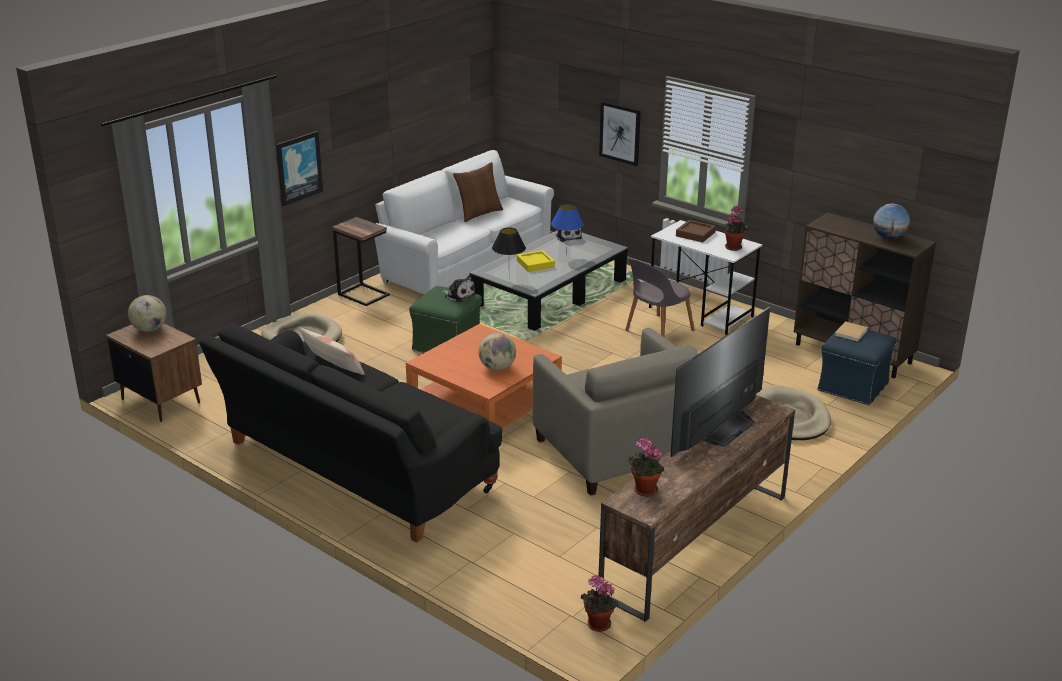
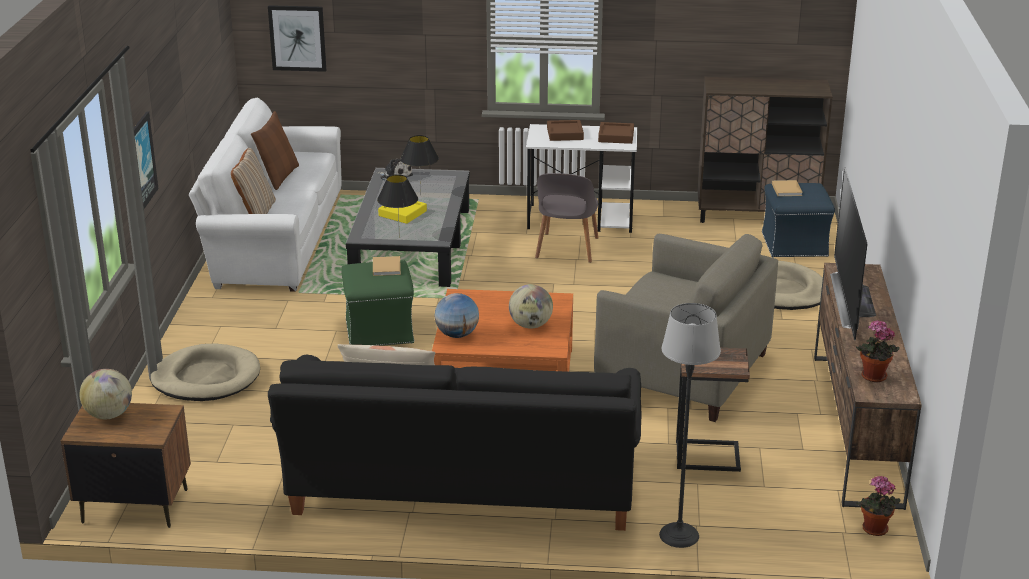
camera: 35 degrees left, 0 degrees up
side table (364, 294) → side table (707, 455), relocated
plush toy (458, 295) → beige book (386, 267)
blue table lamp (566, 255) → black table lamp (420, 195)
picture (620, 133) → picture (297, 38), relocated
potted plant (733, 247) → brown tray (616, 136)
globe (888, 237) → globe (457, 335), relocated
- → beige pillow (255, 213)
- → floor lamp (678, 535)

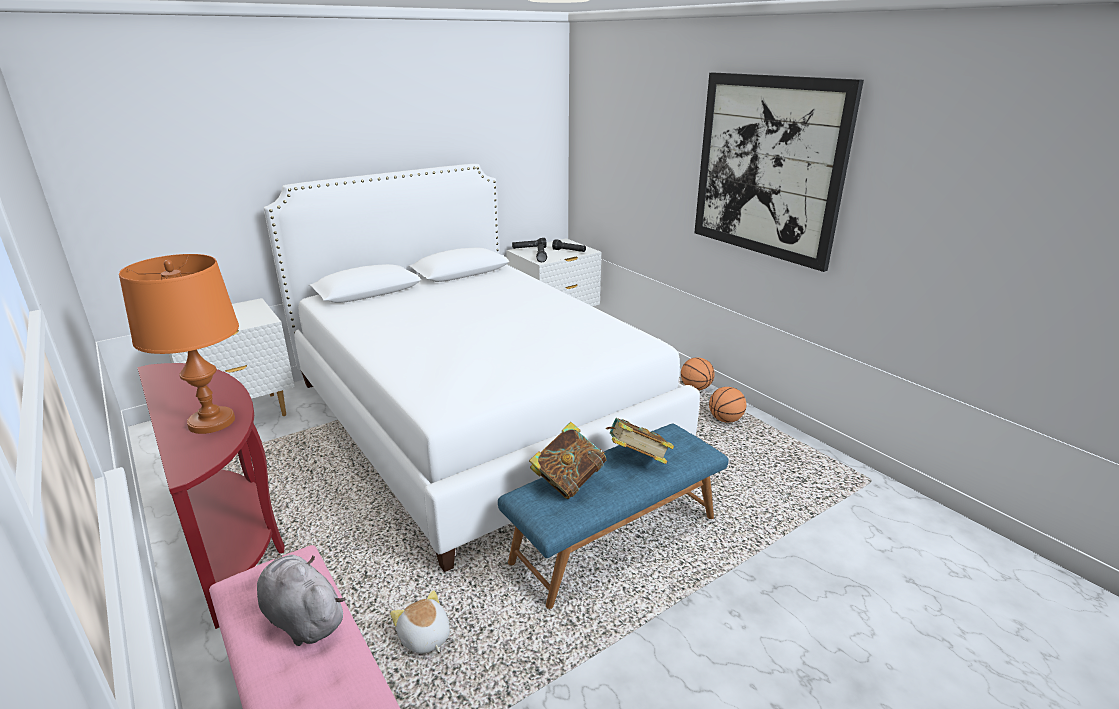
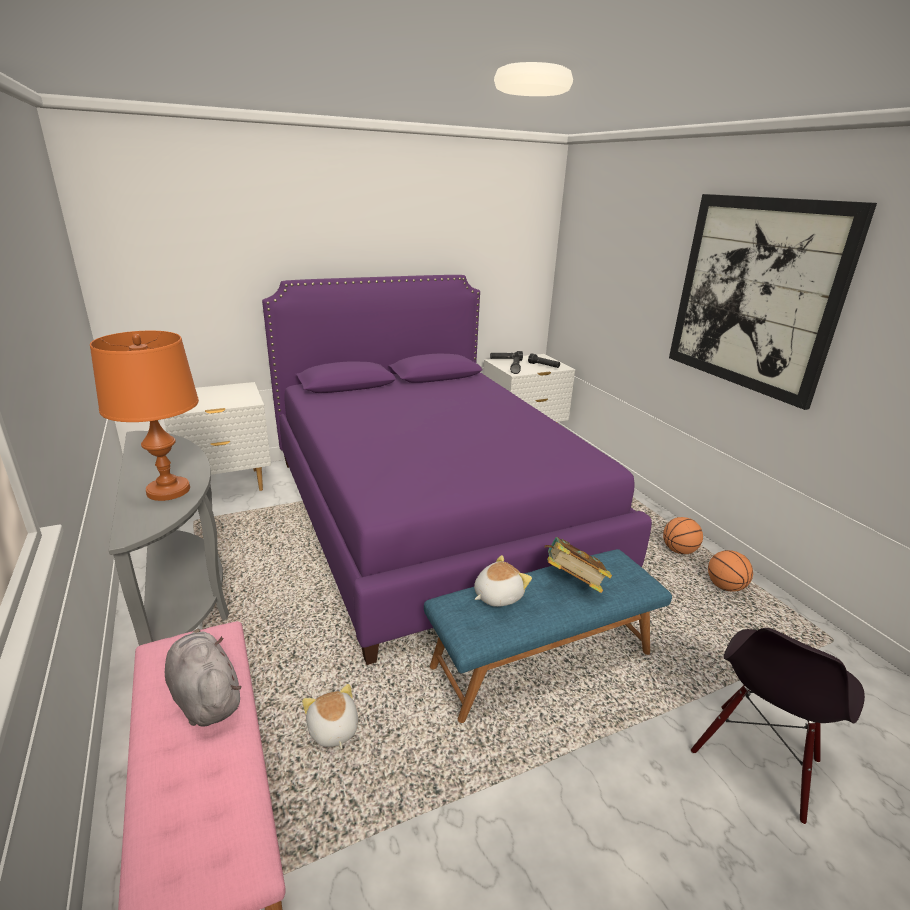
camera: 10 degrees right, 0 degrees up
red console table (231, 540) → grey console table (185, 600)
white bed (477, 417) → purple bed (432, 514)
book (568, 481) → plush toy (497, 595)
basketball (695, 388) → basketball (725, 587), relocated
- → black chair (756, 759)

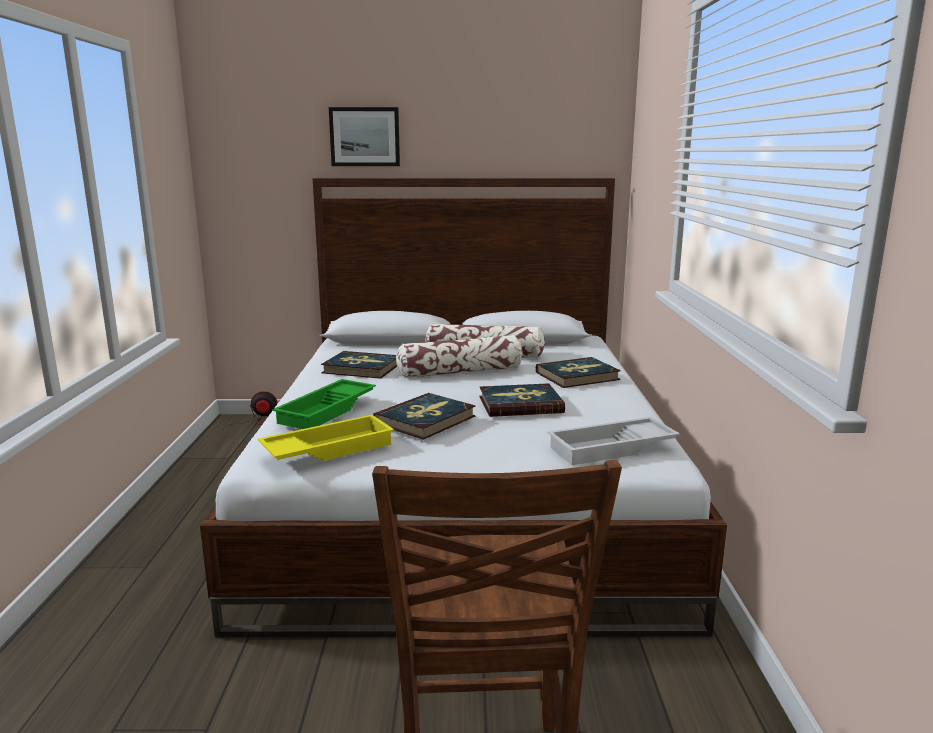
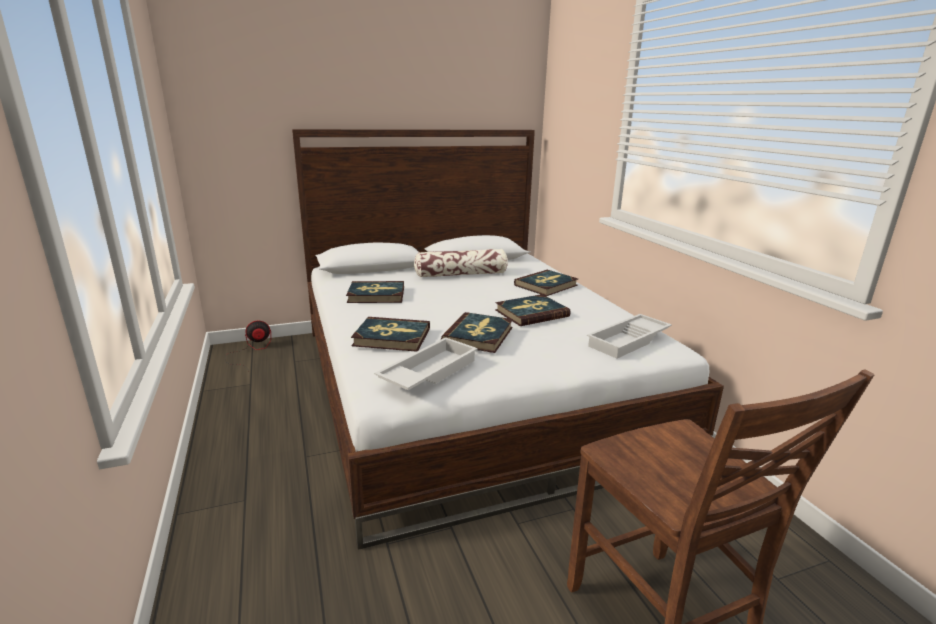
camera: 20 degrees left, 5 degrees up
yellow tray (328, 448) → white tray (428, 372)
green tray (328, 411) → book (392, 337)
picture (365, 137) → -
pillow (460, 372) → -

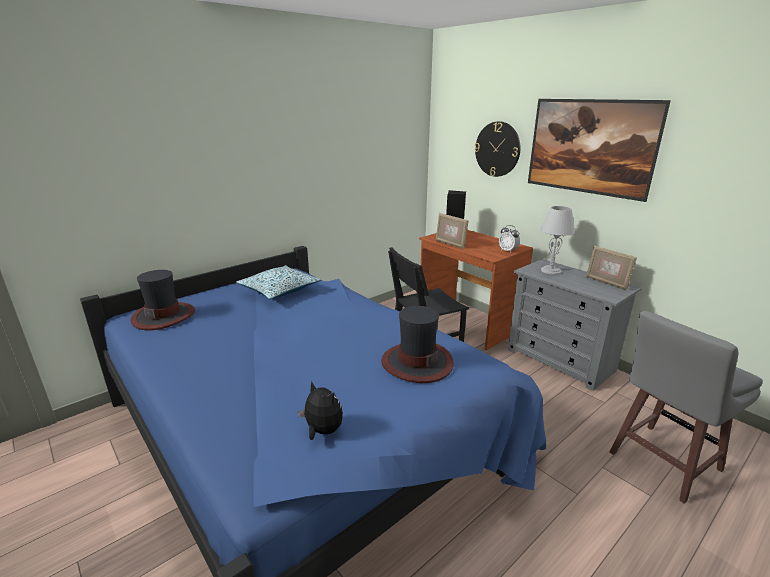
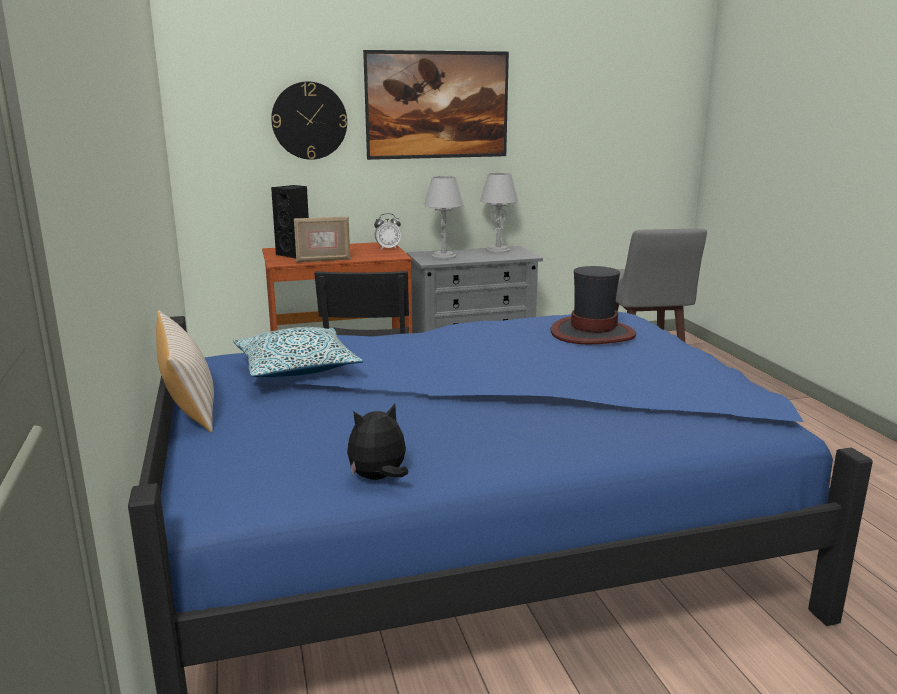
camera: 65 degrees left, 5 degrees down
hat (164, 316) → -
plush toy (322, 431) → plush toy (379, 478), relocated
picture frame (606, 283) → grey table lamp (498, 250)
- → beige pillow (188, 402)

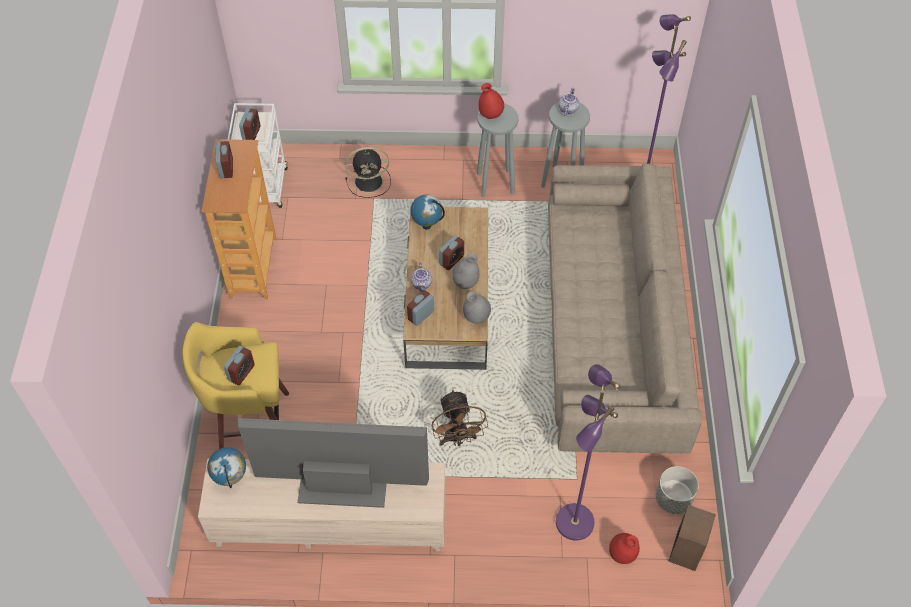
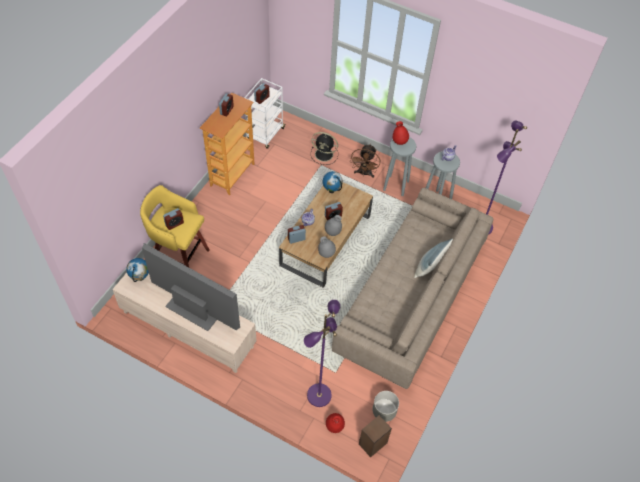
camera: 25 degrees right, 0 degrees up
brown fan (457, 438) → brown fan (364, 173), relocated
- → pillow (429, 268)

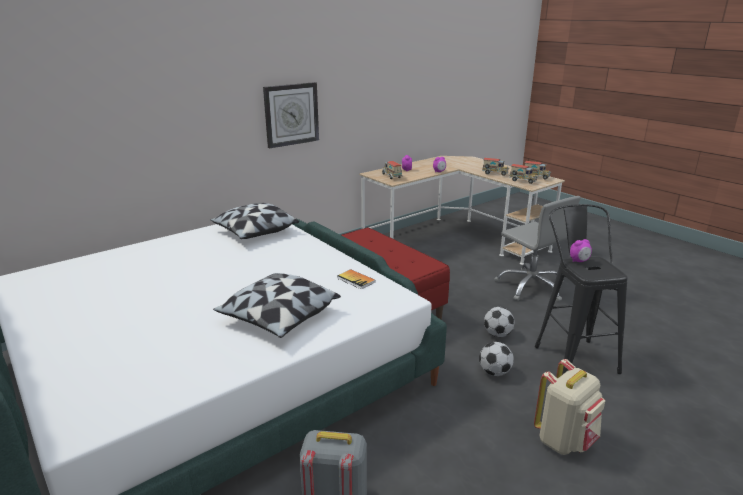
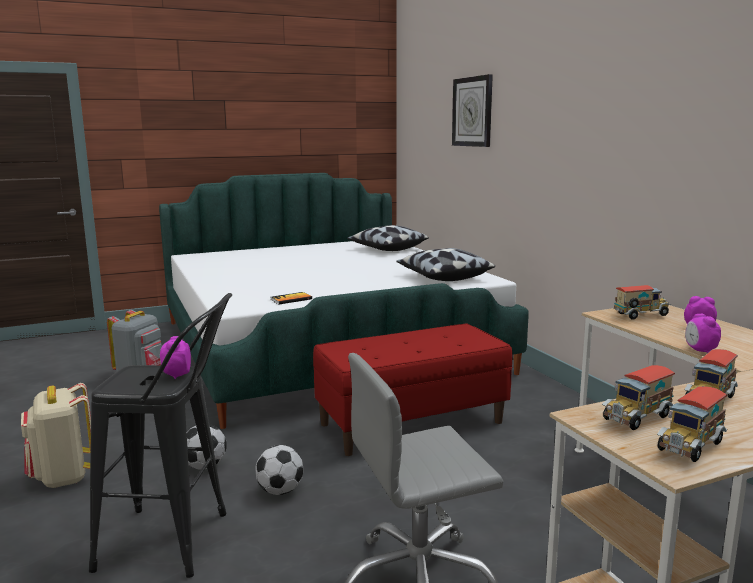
camera: 105 degrees right, 10 degrees down
pillow (279, 318) → pillow (387, 249), relocated
wall clock (291, 114) → wall clock (472, 112), relocated

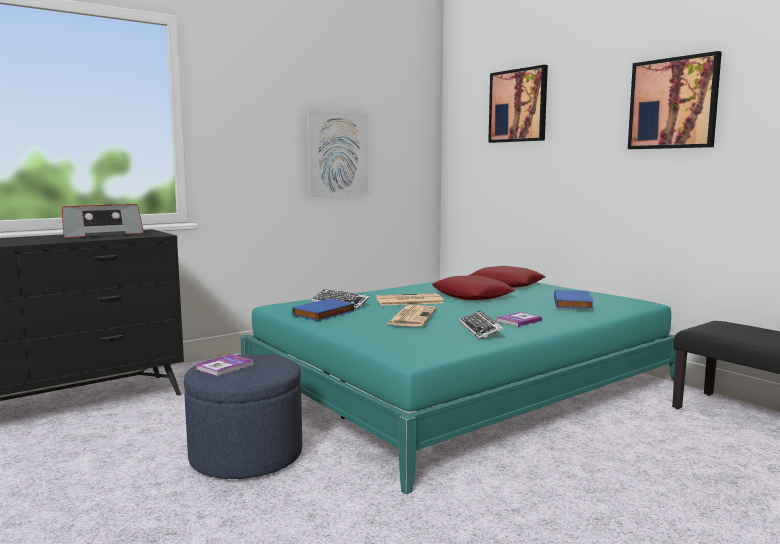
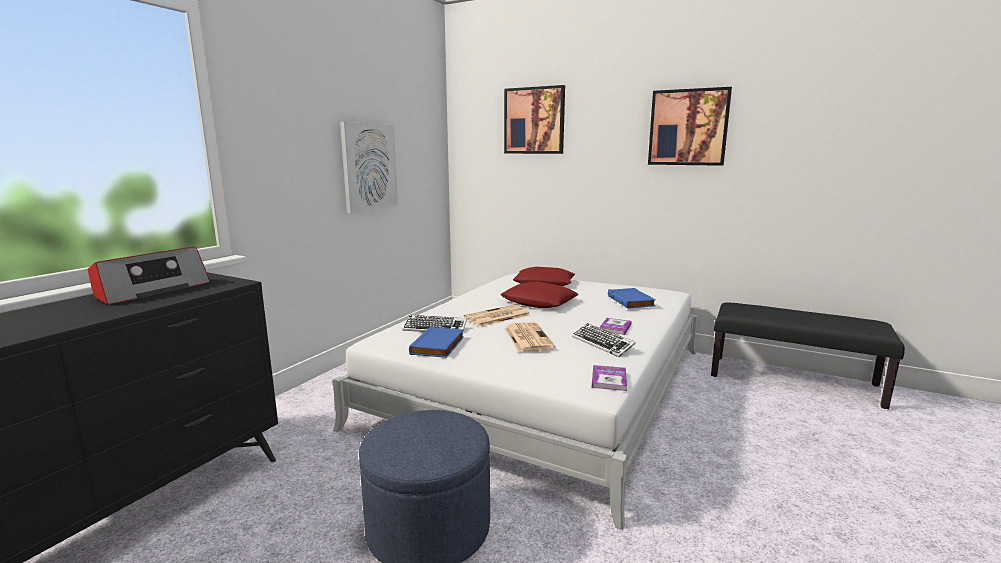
camera: 25 degrees left, 5 degrees up
book (225, 367) → book (609, 379), relocated
turquoise bed (460, 385) → white bed (543, 385)

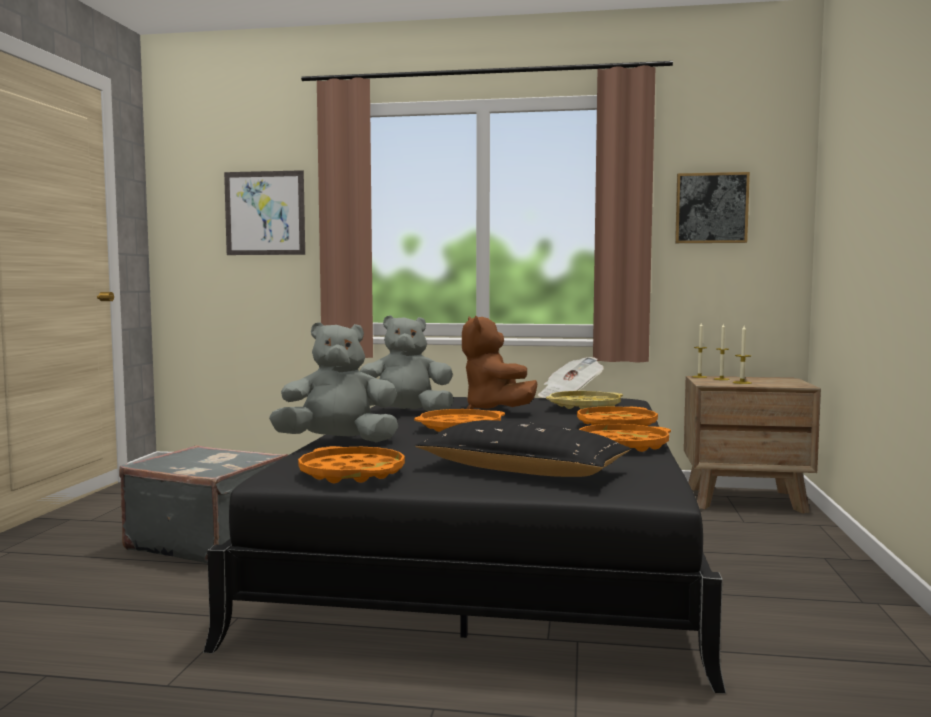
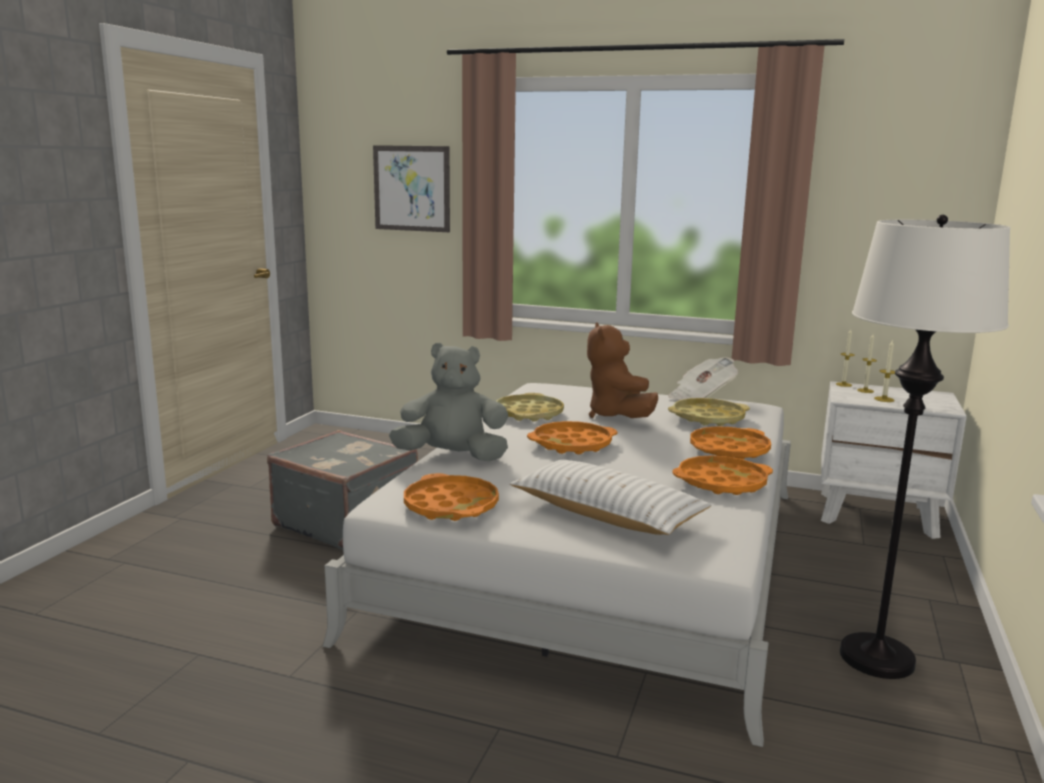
camera: 10 degrees right, 10 degrees up
black bed (493, 550) → white bed (599, 557)
grey plush toy (405, 413) → yellow tray (529, 414)
black pillow (522, 470) → white pillow (607, 515)
picture (711, 208) → -
brown nightstand (745, 499) → white nightstand (878, 514)
- → white floor lamp (876, 658)

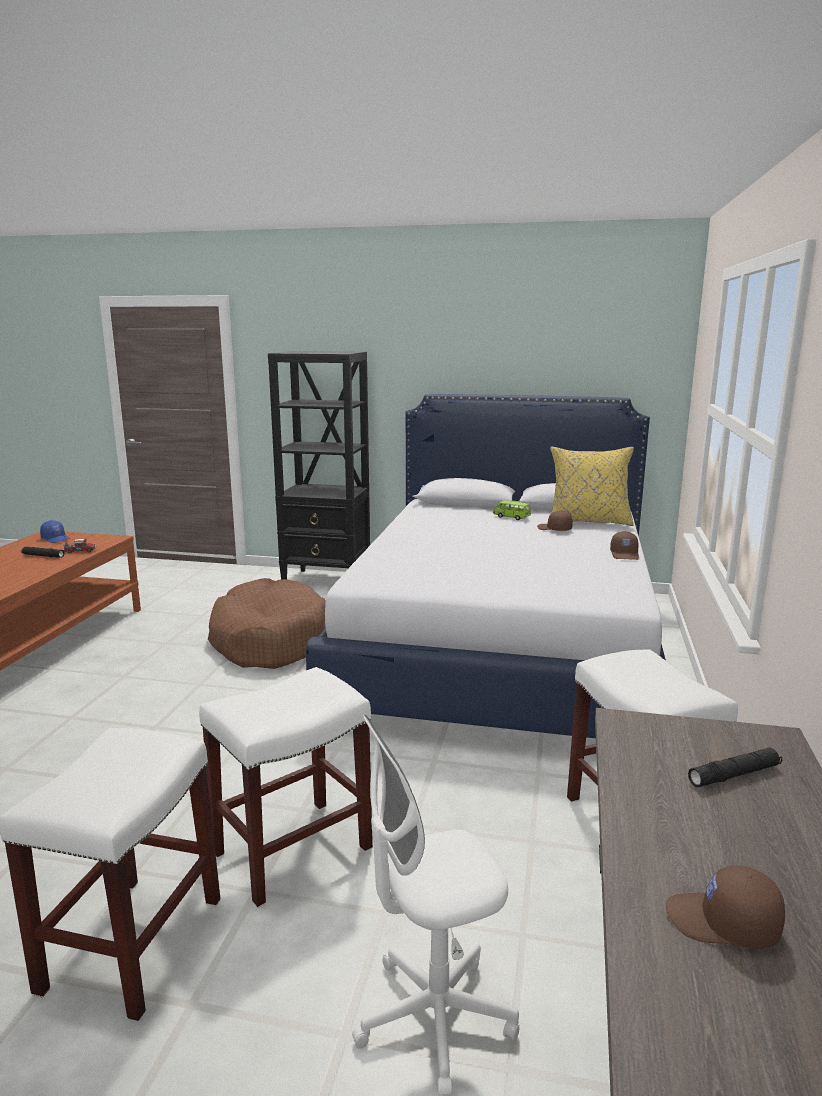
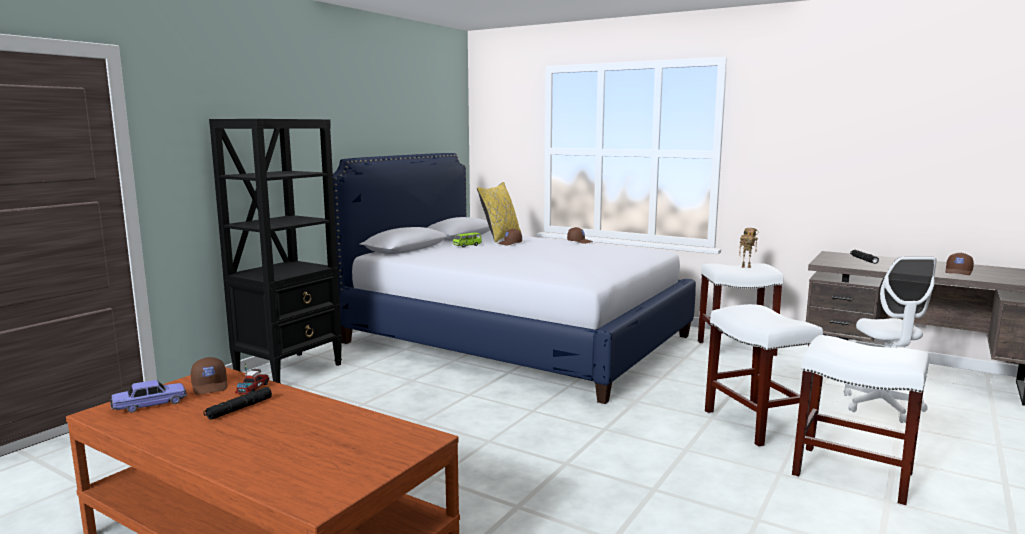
camera: 70 degrees left, 5 degrees down
blue cap (56, 539) → toy car (150, 404)
brown dog bed (269, 640) → -
- → brown cap (210, 386)
- → toy robot (746, 267)

